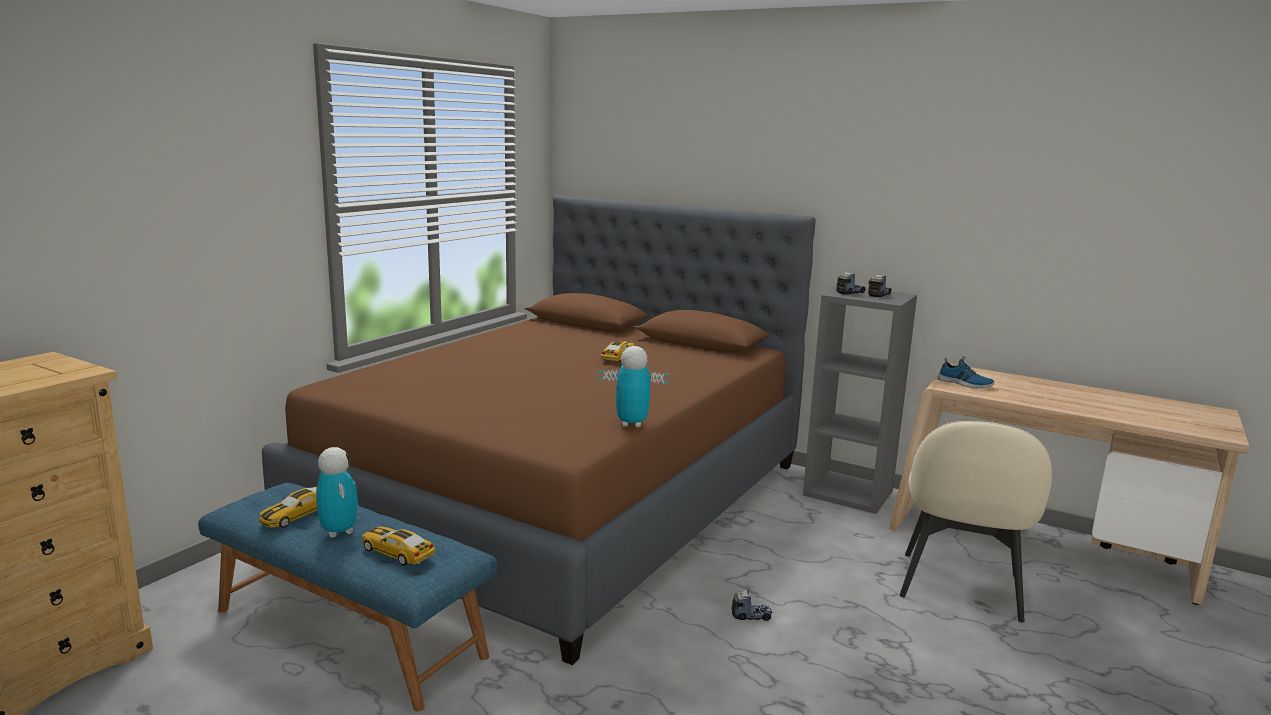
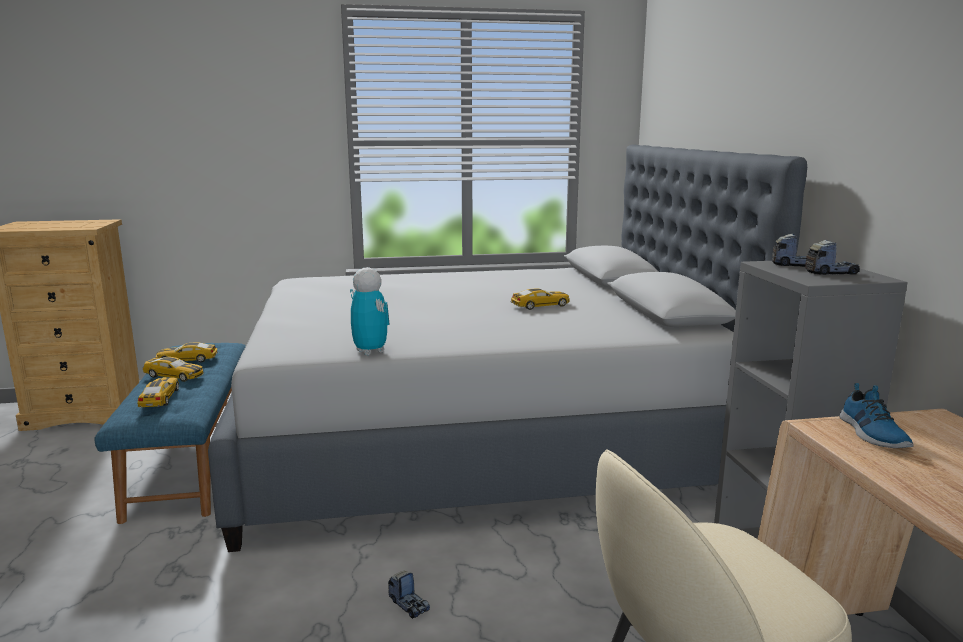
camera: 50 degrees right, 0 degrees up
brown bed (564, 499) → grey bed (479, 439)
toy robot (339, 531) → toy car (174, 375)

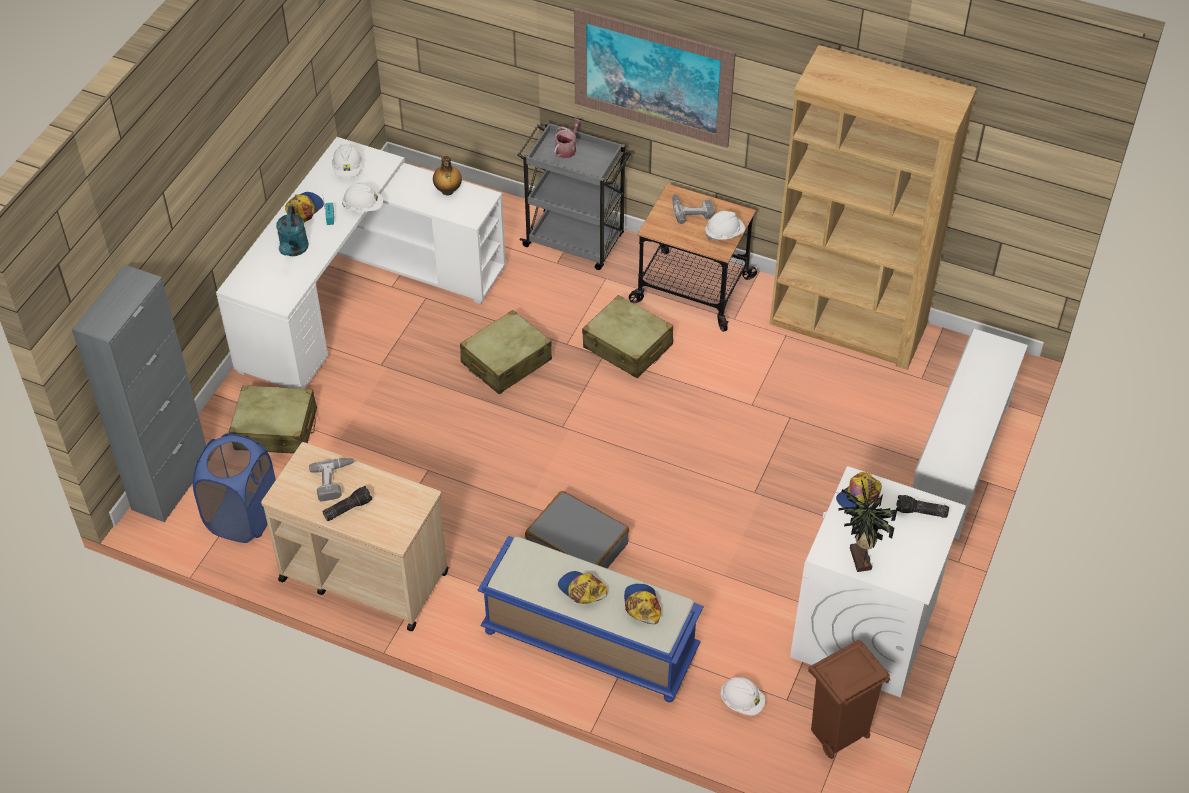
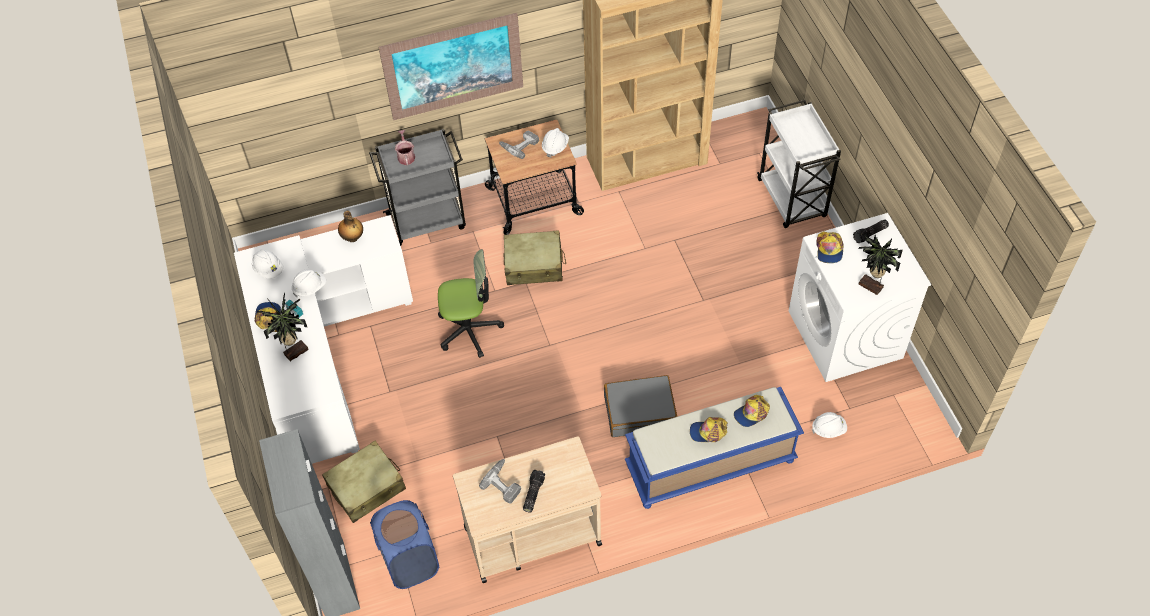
camera: 40 degrees left, 5 degrees up
turquoise watering can (294, 250) → potted plant (295, 351)
beige suitcase (506, 362) → office chair (469, 330)
cap (642, 605) → cap (751, 413), 75 degrees counterclockwise
brown trash can (837, 735) → -
white shoe rack (959, 464) → white cart (792, 200)

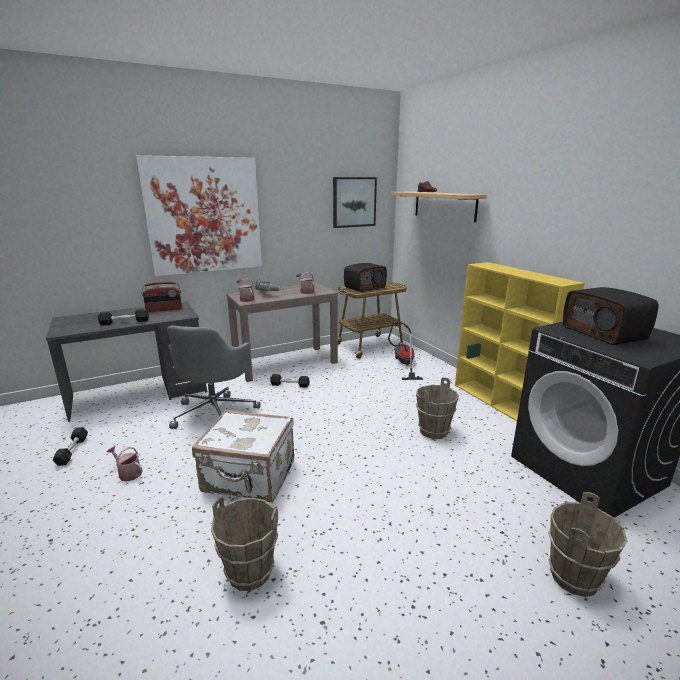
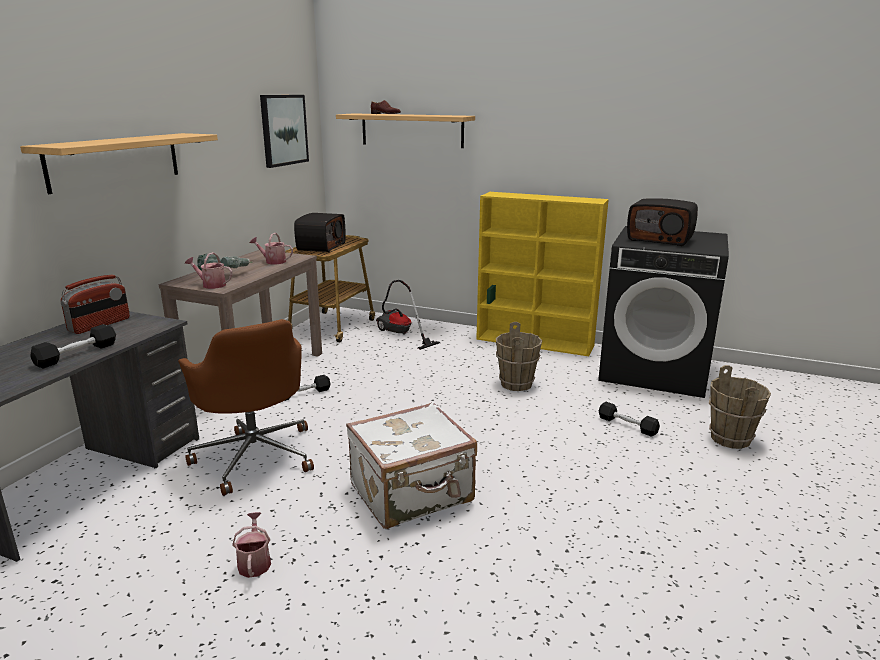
camera: 40 degrees left, 0 degrees up
black dumbbell (72, 451) → black dumbbell (627, 425), relocated
watering can (128, 473) → watering can (254, 562), 90 degrees clockwise
picture (204, 216) → shelf (115, 161)
grey office chair (215, 412) → brown office chair (255, 455)
brown bucket (249, 572) → -

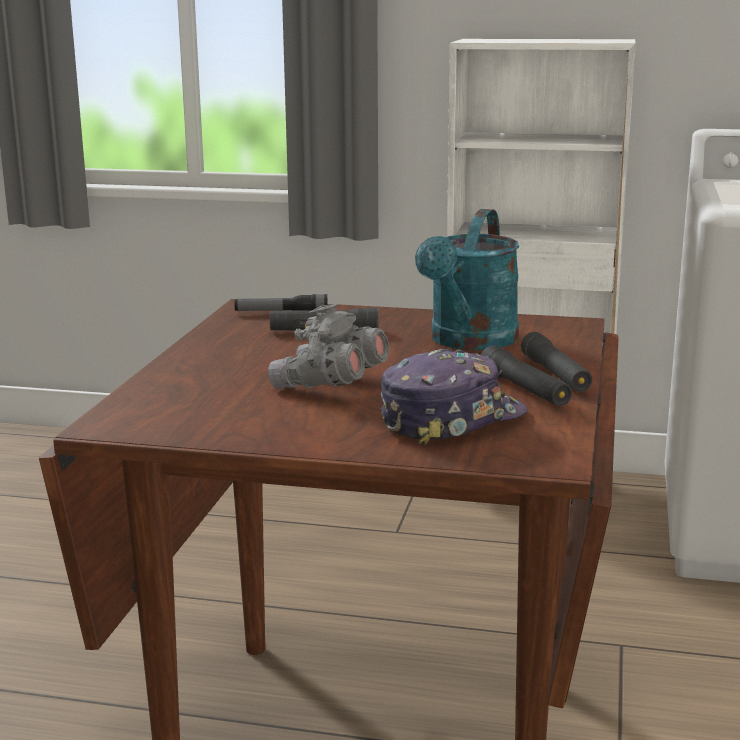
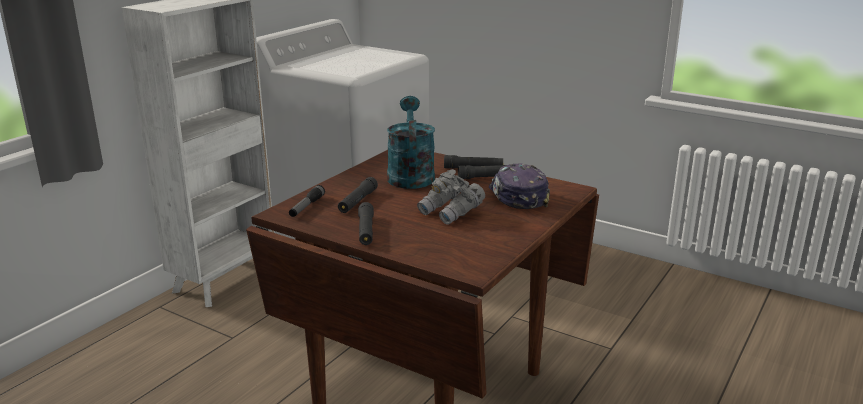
camera: 70 degrees left, 5 degrees up
turquoise watering can (469, 342) → turquoise watering can (410, 174), 135 degrees counterclockwise
- → black flashlight (366, 230)

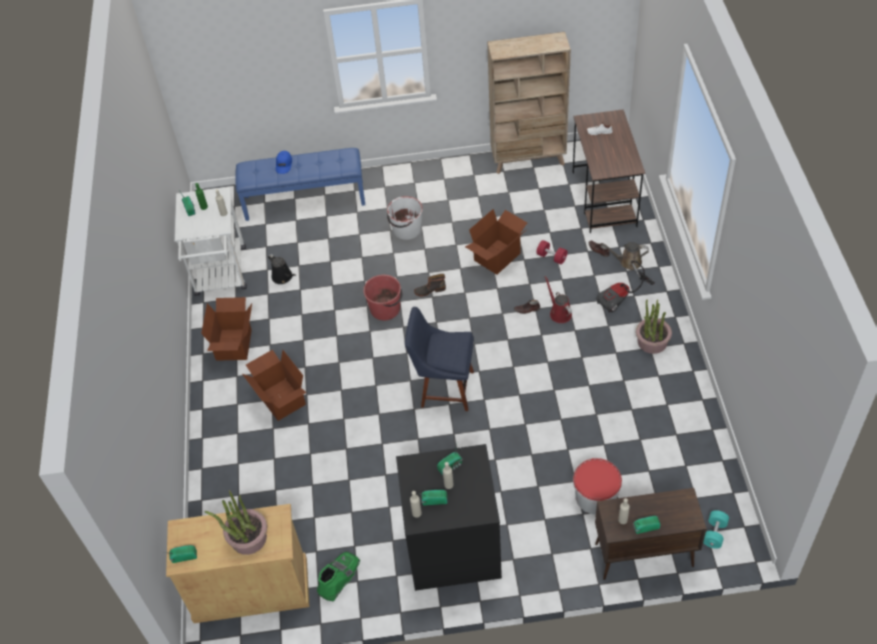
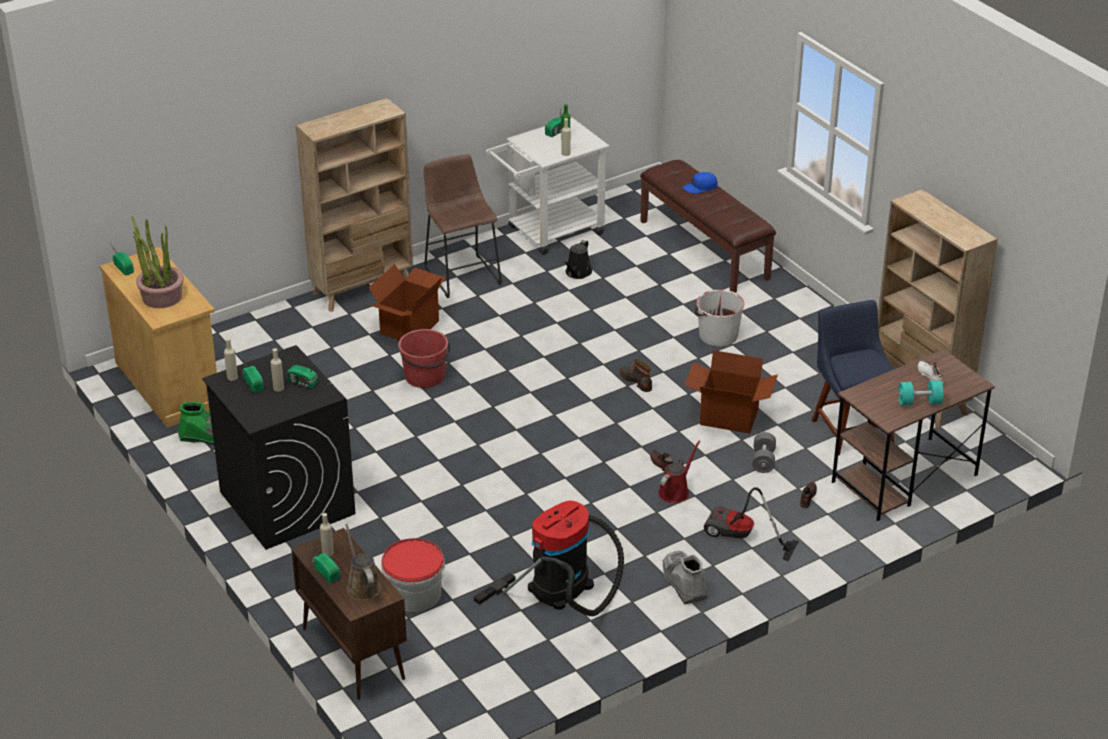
camera: 60 degrees right, 15 degrees down
cardboard box (235, 345) → brown stool (461, 273)
blue bench (305, 199) → brown bench (705, 249)
red bucket (385, 309) → red bucket (425, 377), relocated
blue chair (444, 388) → blue chair (850, 429), relocated
red dumbbell (551, 257) → grey dumbbell (763, 461)
brown watering can (628, 262) → brown watering can (362, 586), relocated
potted plant (652, 342) → grey boot (684, 583)
turquoise dumbbell (714, 533) → turquoise dumbbell (919, 402), relocated
- → beige bookcase (363, 288)
- → vacuum cleaner (564, 583)

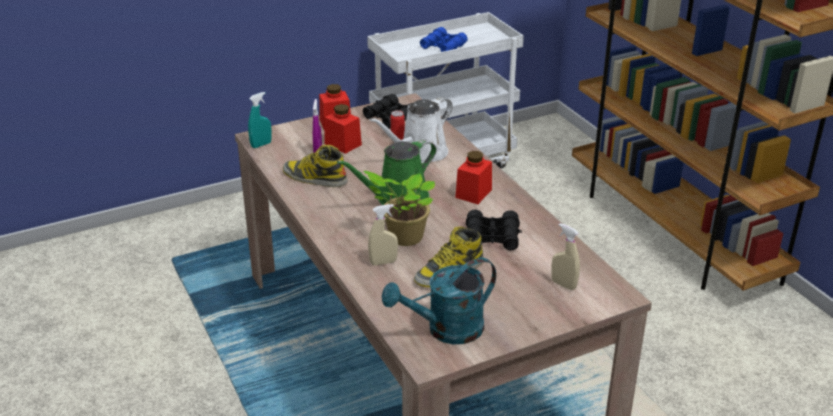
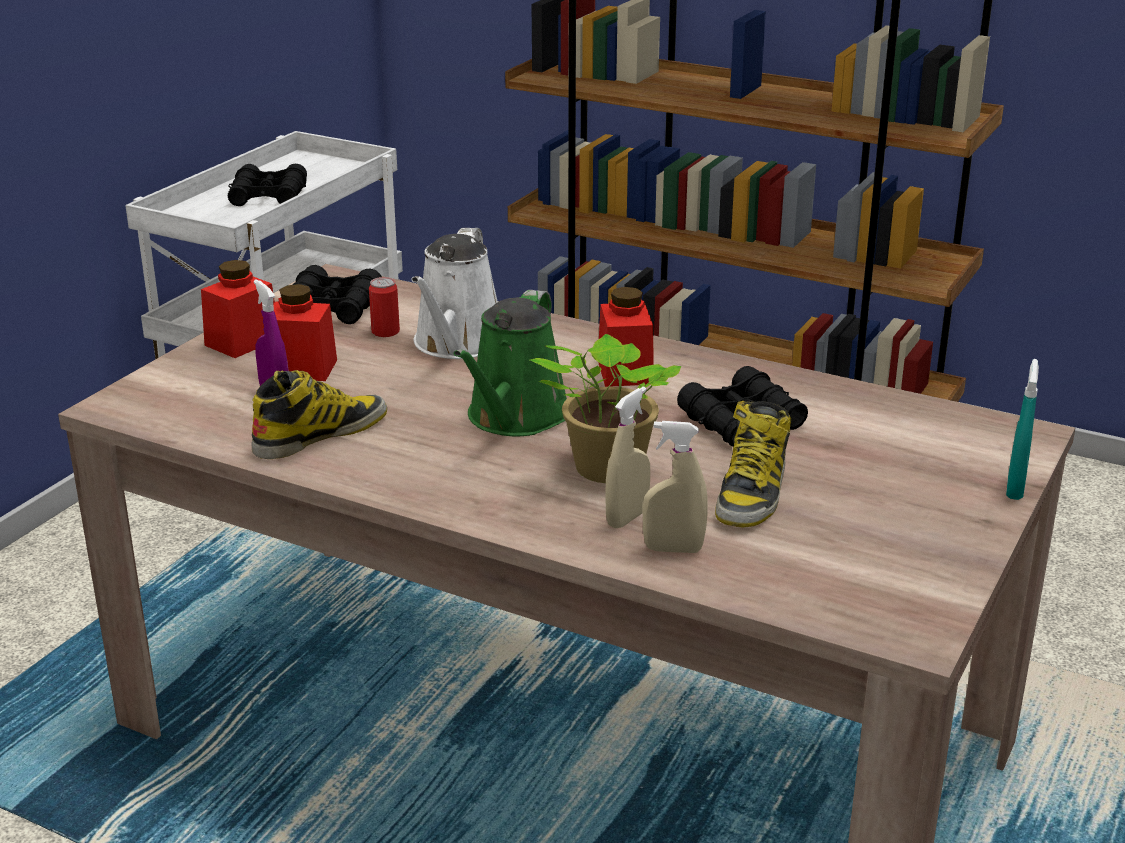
camera: 35 degrees left, 5 degrees down
turquoise spray bottle (261, 145) → turquoise spray bottle (1015, 488), relocated
boot (314, 178) → boot (320, 434), 150 degrees clockwise
turquoise watering can (446, 330) → -
blue binoculars (443, 46) → black binoculars (268, 196)
beige spray bottle (563, 285) → beige spray bottle (673, 549), relocated

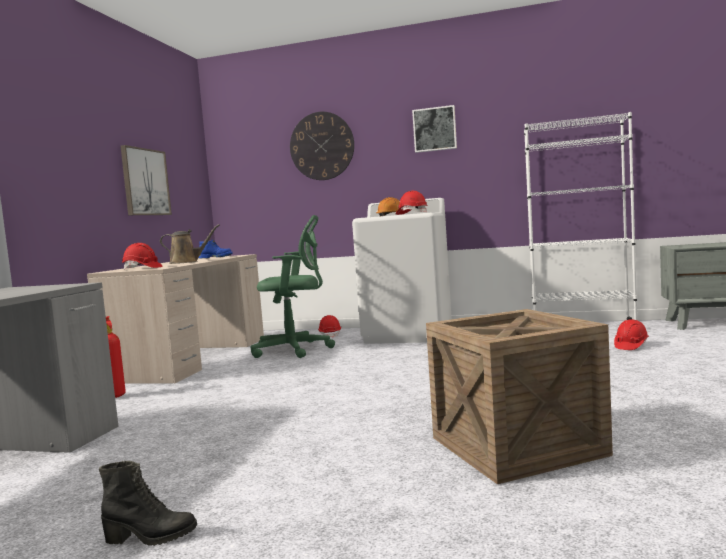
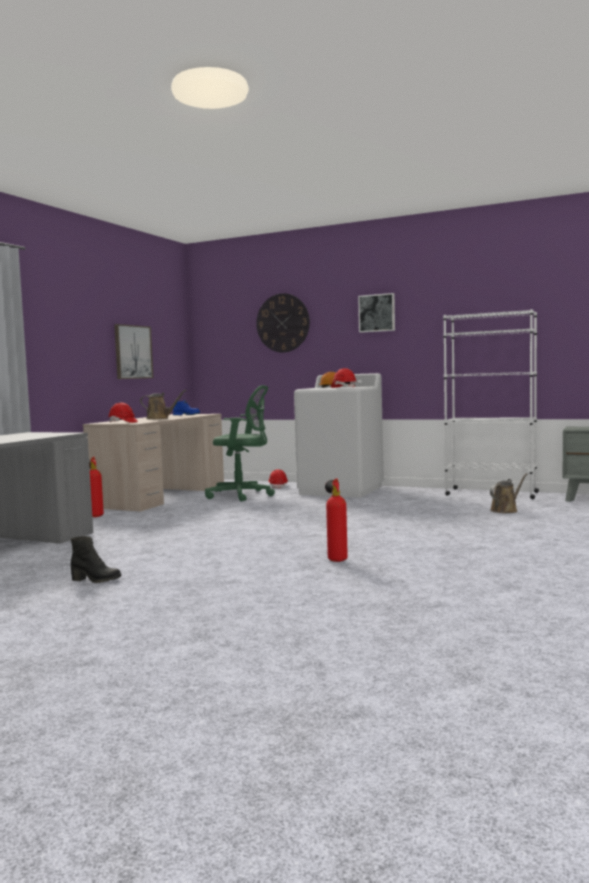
camera: 10 degrees right, 0 degrees up
crate (517, 446) → fire extinguisher (336, 559)
red hard hat (631, 346) → brown watering can (505, 510)

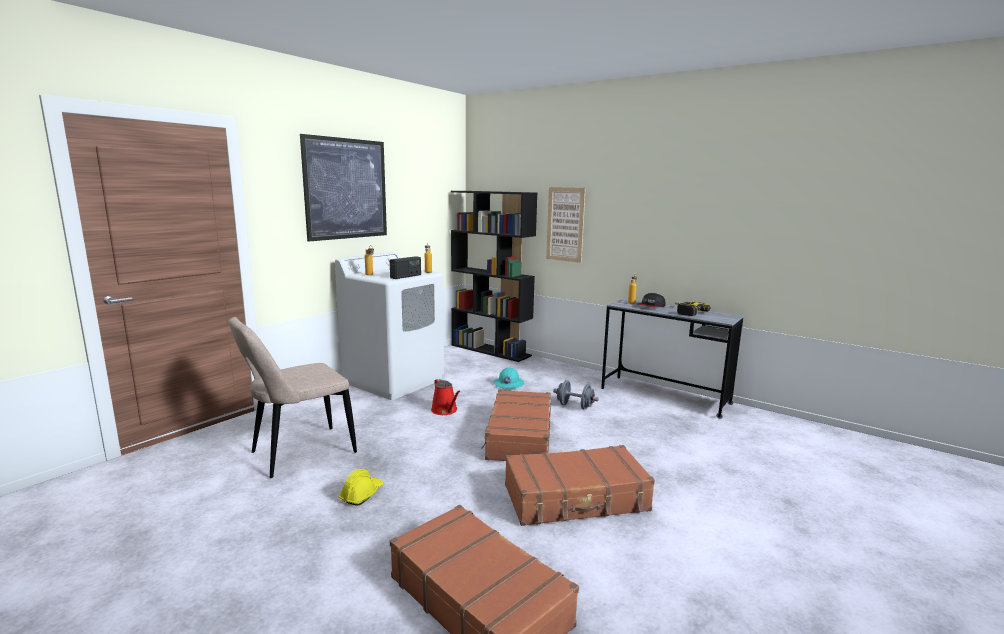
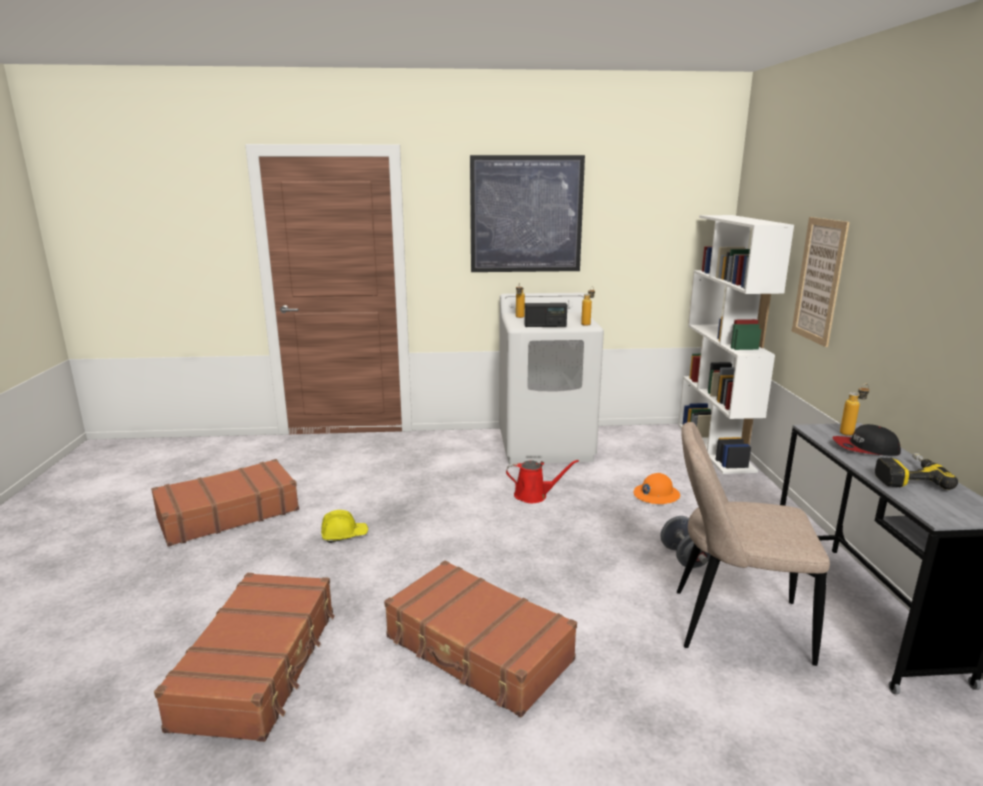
camera: 50 degrees right, 5 degrees up
beige chair (298, 453) → beige chair (732, 624), relocated
red watering can (445, 411) → red watering can (534, 495), 105 degrees counterclockwise
black bookcase (491, 350) → white bookcase (715, 447)
brown suitcase (519, 436) → brown suitcase (228, 513), relocated
turquoise hard hat (508, 384) → orange hard hat (656, 495)

